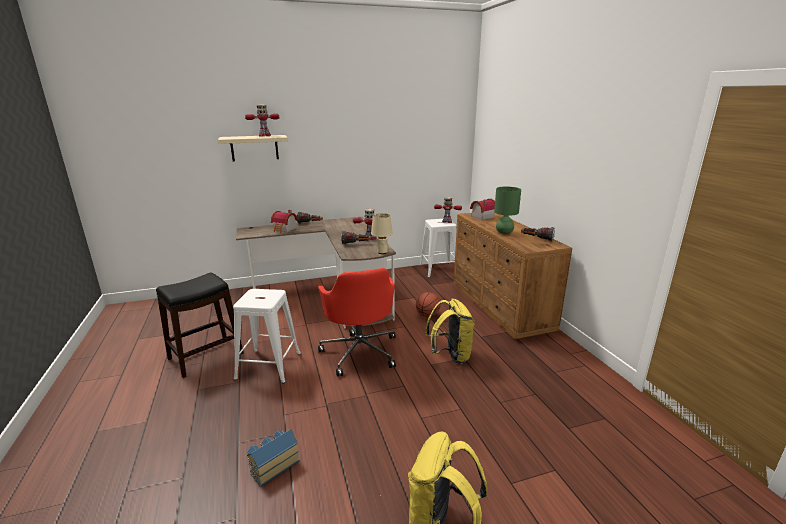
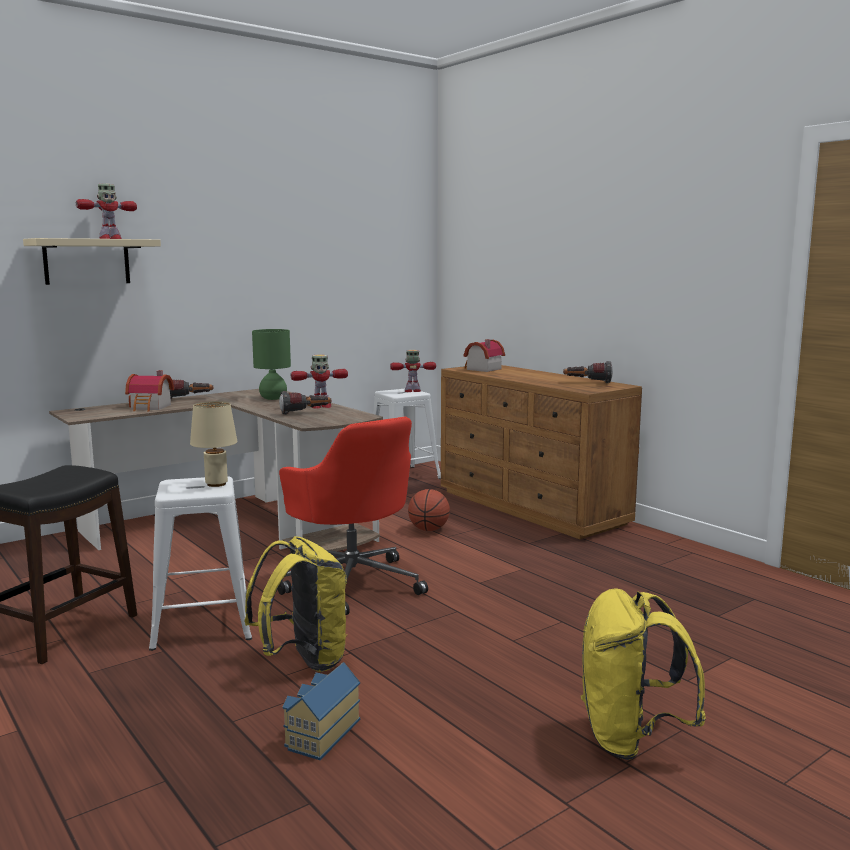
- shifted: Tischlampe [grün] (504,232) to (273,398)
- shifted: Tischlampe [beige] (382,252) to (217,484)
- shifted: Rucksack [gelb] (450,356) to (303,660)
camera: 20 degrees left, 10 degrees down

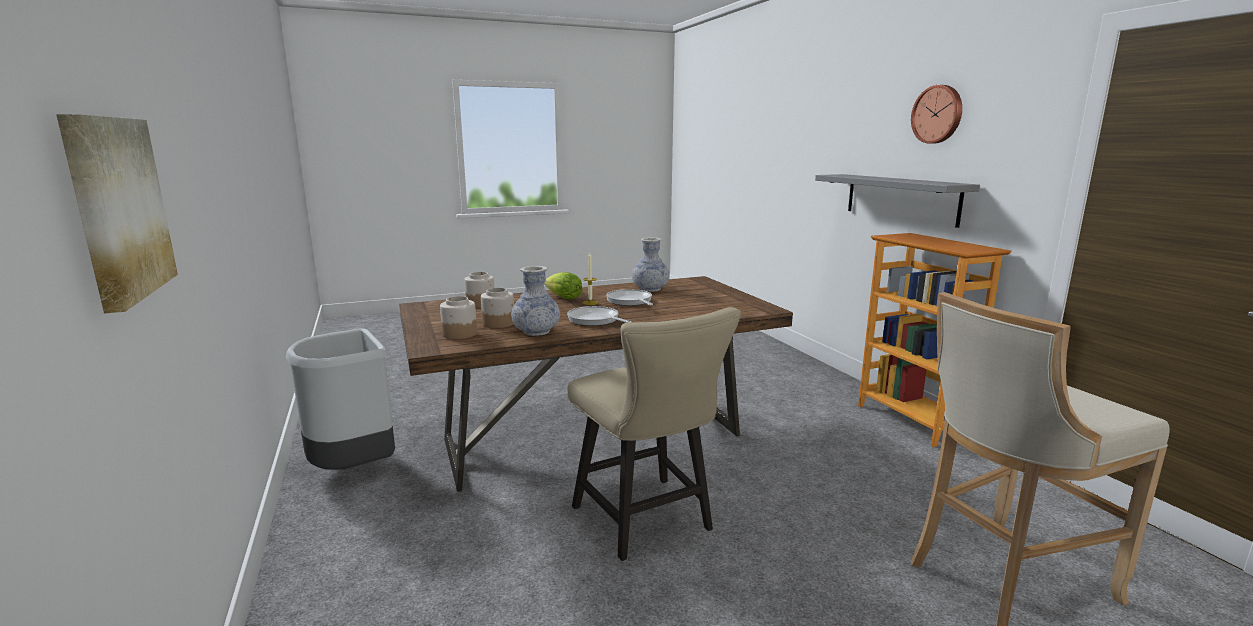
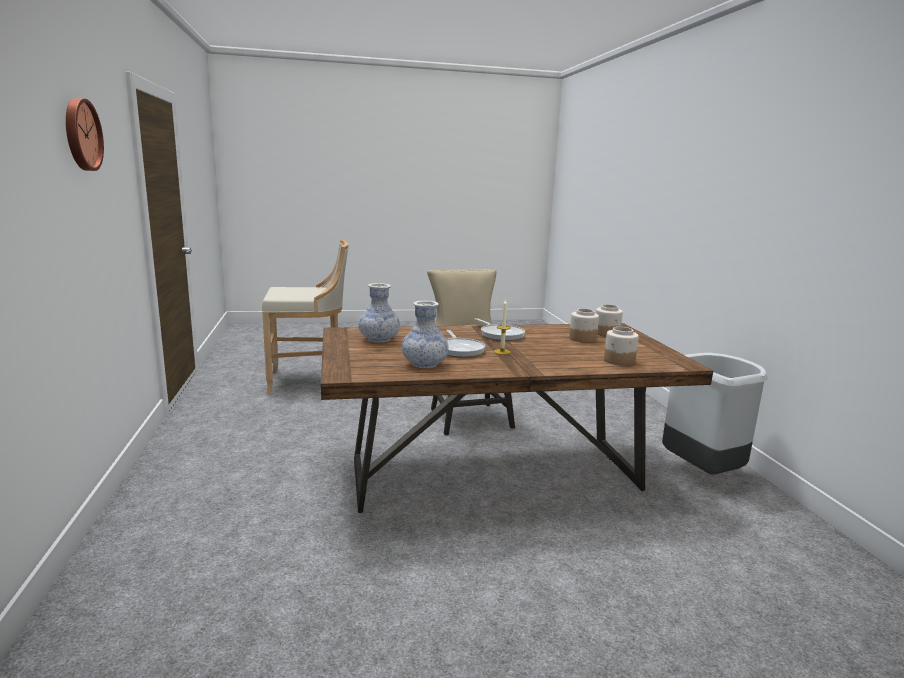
- gone: Bild (117,208)
- gone: Wandregal [grau] (900,198)
- gone: Bücherregal (912,421)
- shifted: Vase (536,332) to (379,339)
- gone: Salatkopf (564,298)
camera: 170 degrees left, 0 degrees up

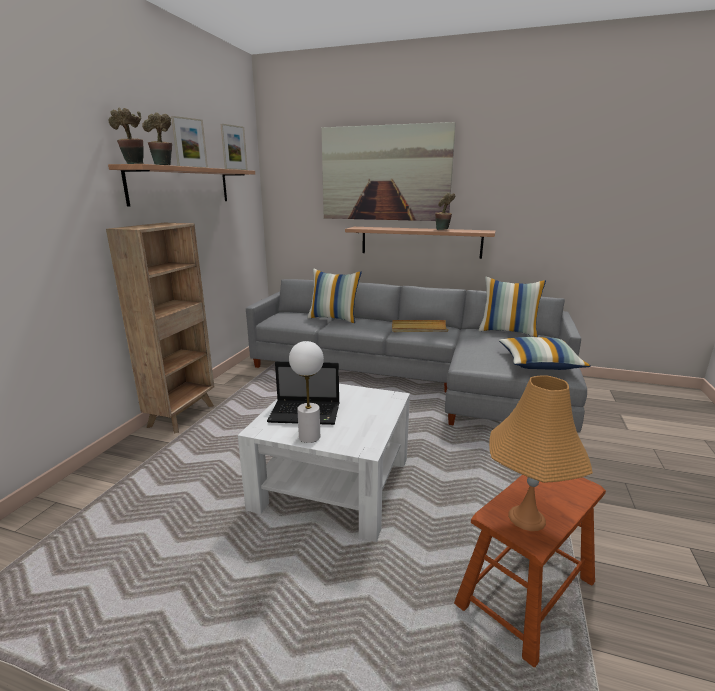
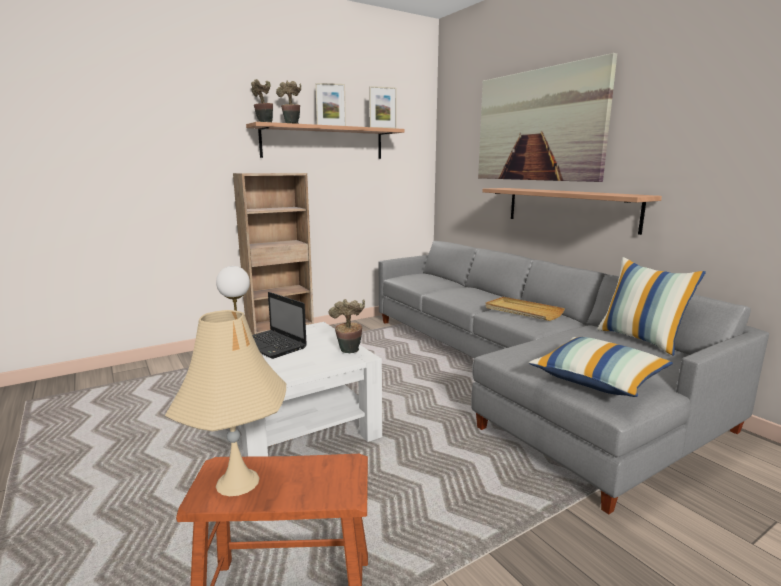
- shifted: Topfpflanze (443,230) to (349,352)
- gone: Kissen (334,318)
- repainted: Tischlampe [orange] (526,517) to Tischlampe [beige] (238,482)
camera: 40 degrees right, 5 degrees down

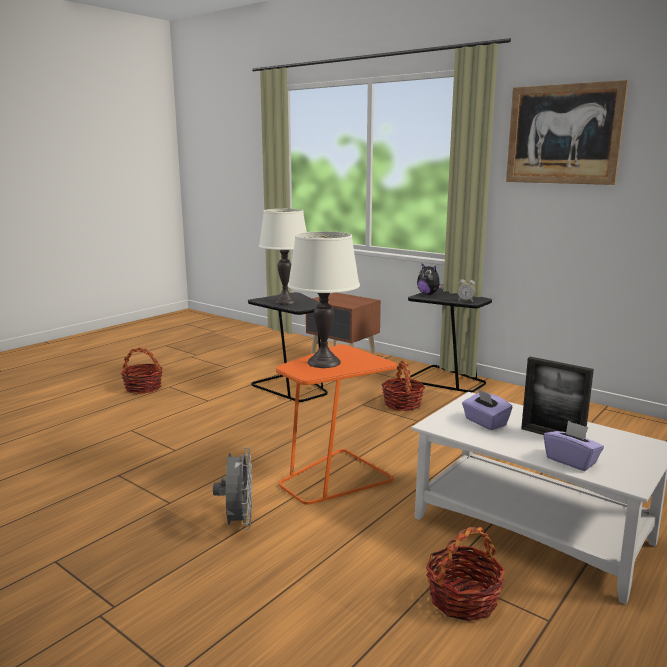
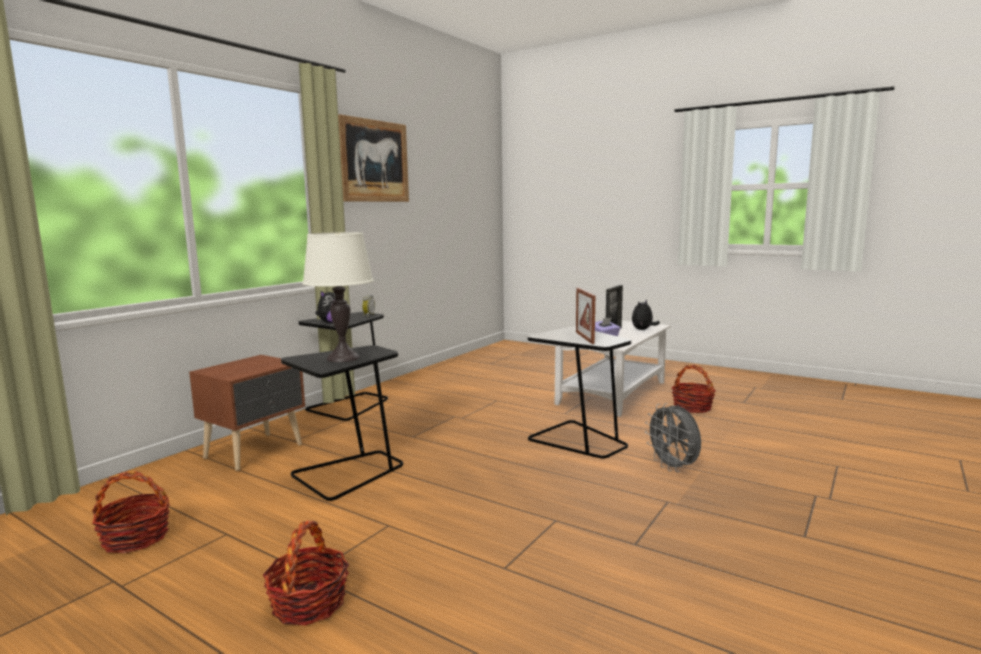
- swapped: Tischlampe [weiß] (323,362) to Bilderrahmen (584,337)
- repainted: Beistelltisch [orange] (334,478) to Beistelltisch [schwarz] (579,440)
- shifted: Korb (402,404) to (136,538)
- swapped: Taschentuchbox [lila] (571,461) to Plüschtier (643,330)
- rotated: Ventilator [grau] (238,523) = (673,467) 105 degrees counterclockwise
camera: 95 degrees left, 5 degrees down

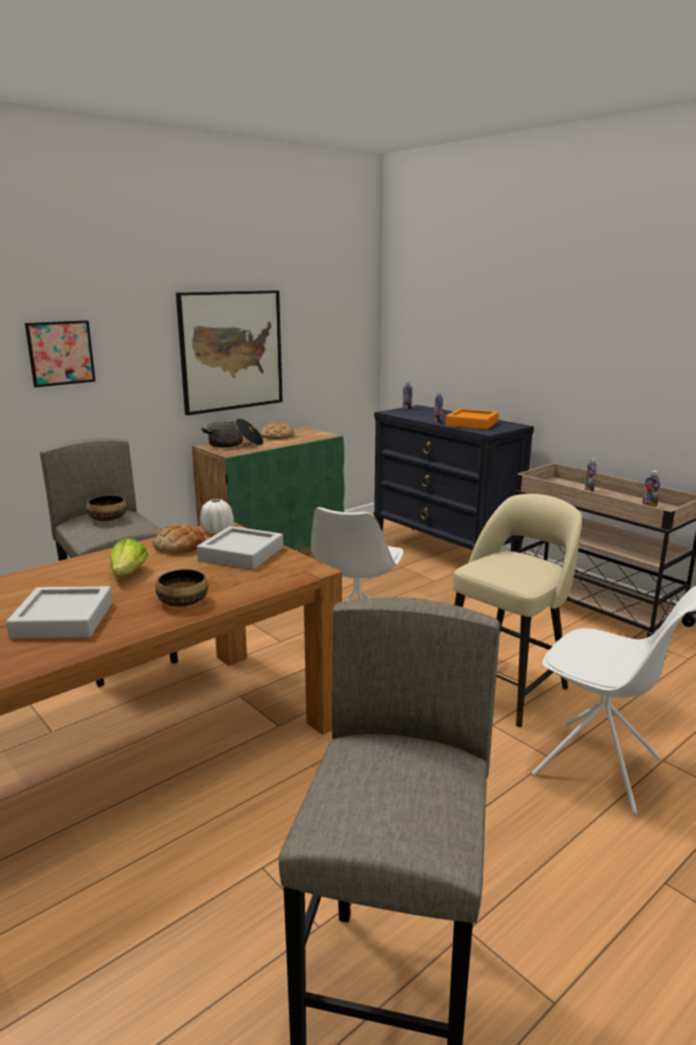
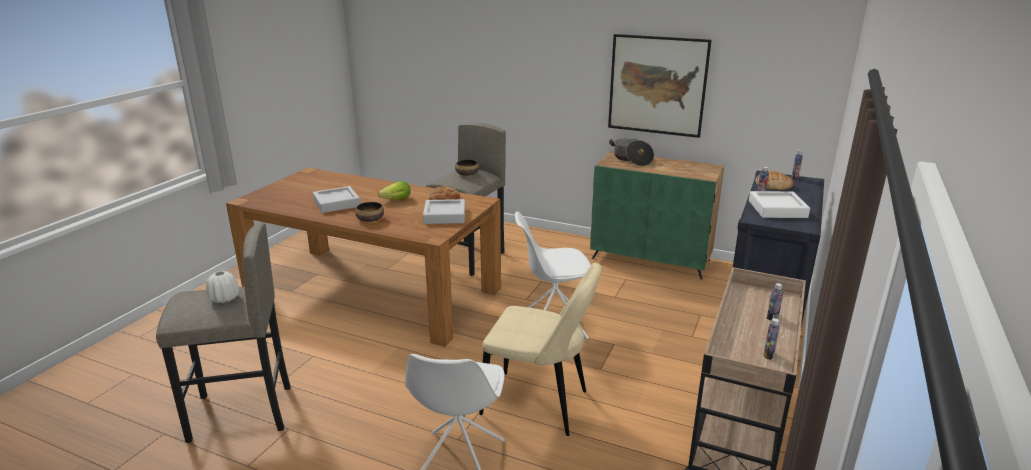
- gone: Bild (61,353)
- repainted: Tablett [orange] (472,424) to Tablett [weiß] (777,209)
- shifted: Brot (277,436) to (773,185)
- swapped: Hocker [beige] (506,687) to Stuhl [beige] (539,404)
- shifted: Vase [weiß] (217,531) to (224,298)
camera: 65 degrees right, 5 degrees up

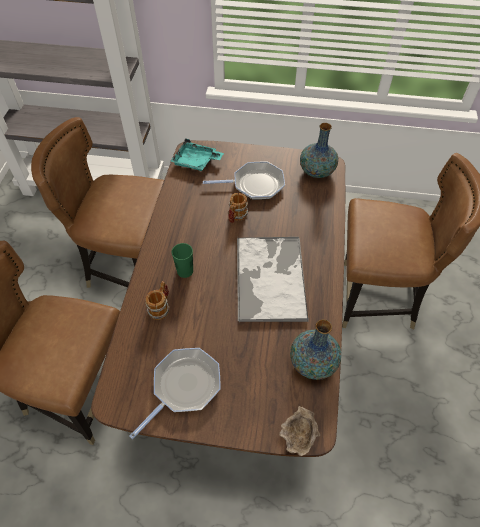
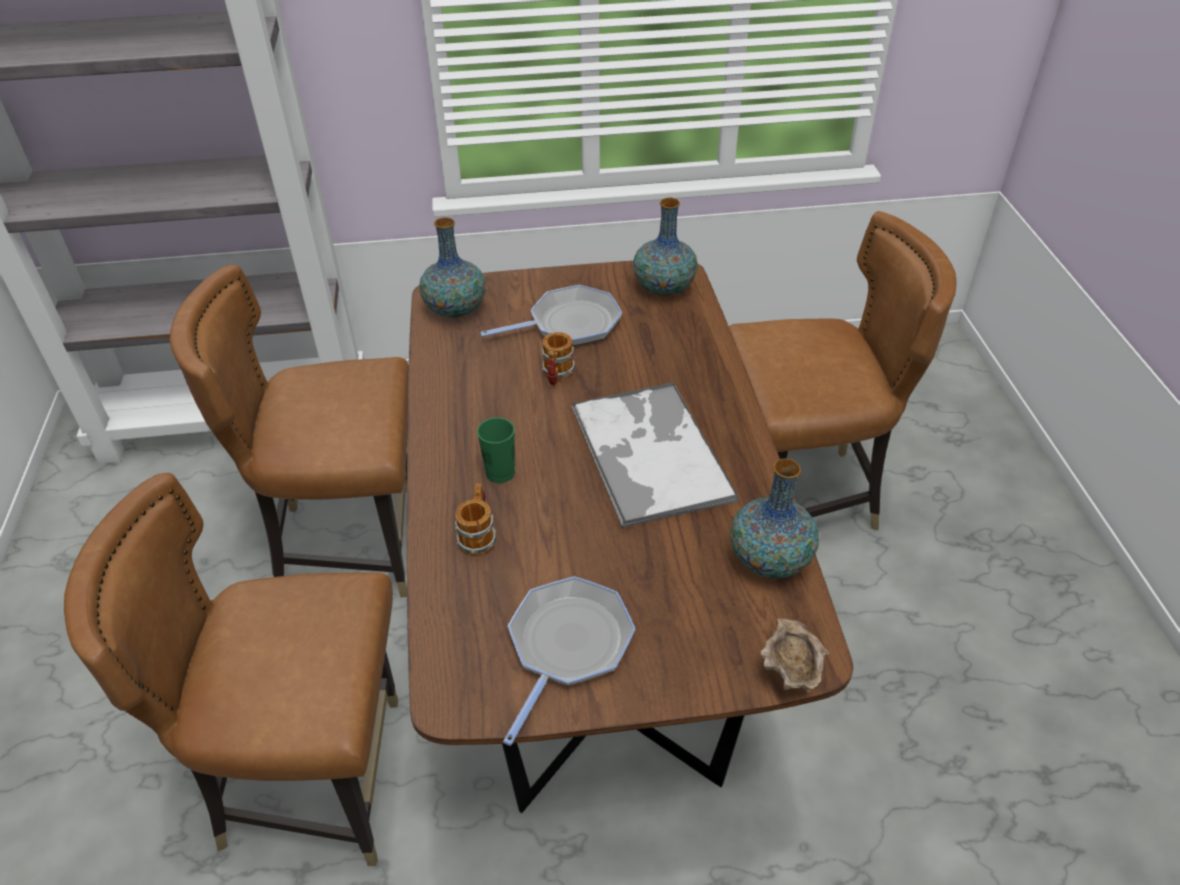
- swapped: Tablett [türkis] (196,162) to Vase (455,309)
camera: 15 degrees left, 10 degrees down

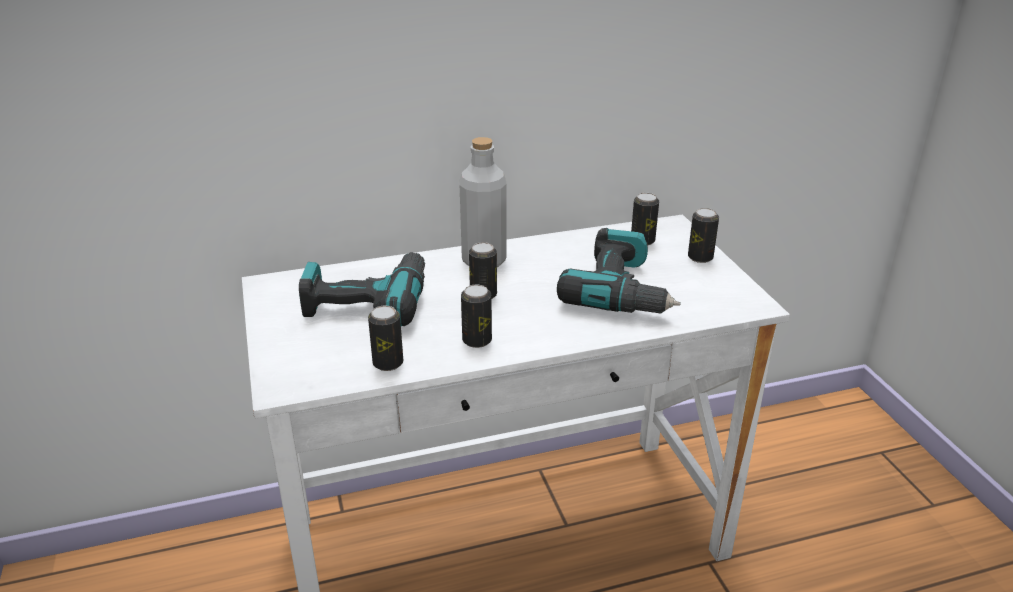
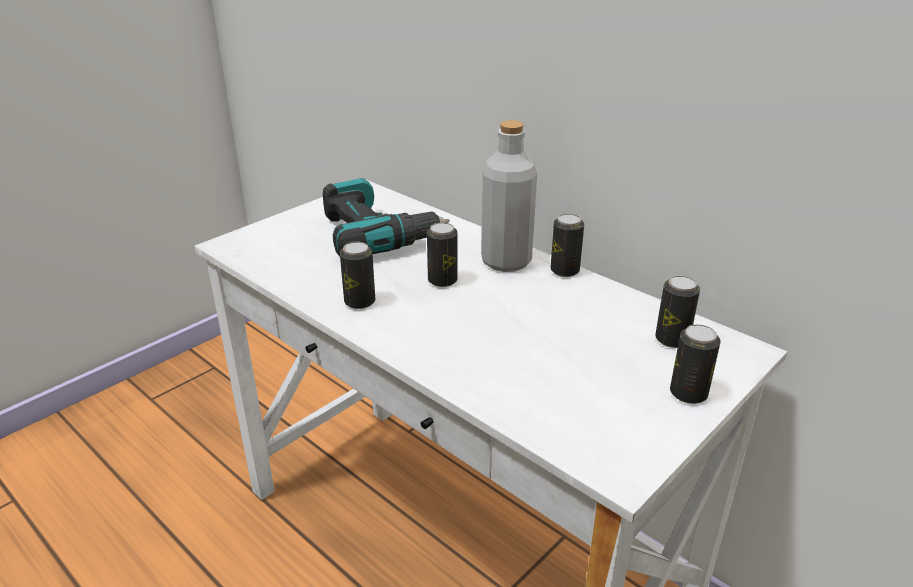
- gone: Bohrmaschine (621,291)
- shifted: Dose (388,363) to (564,271)
camera: 60 degrees right, 0 degrees up

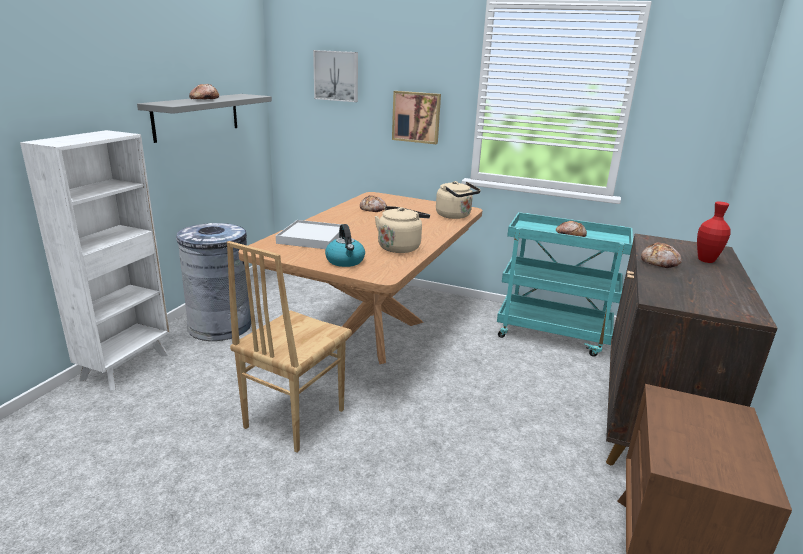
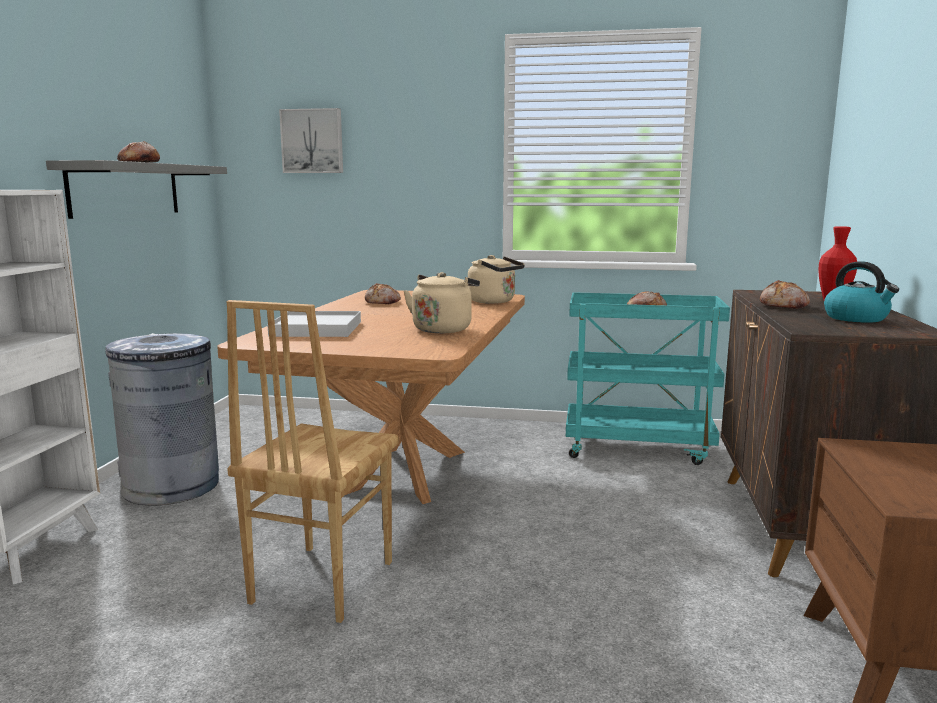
- gone: Bild (416,117)
- shifted: Wasserkessel (345,261) to (857,318)
camera: 10 degrees left, 10 degrees down

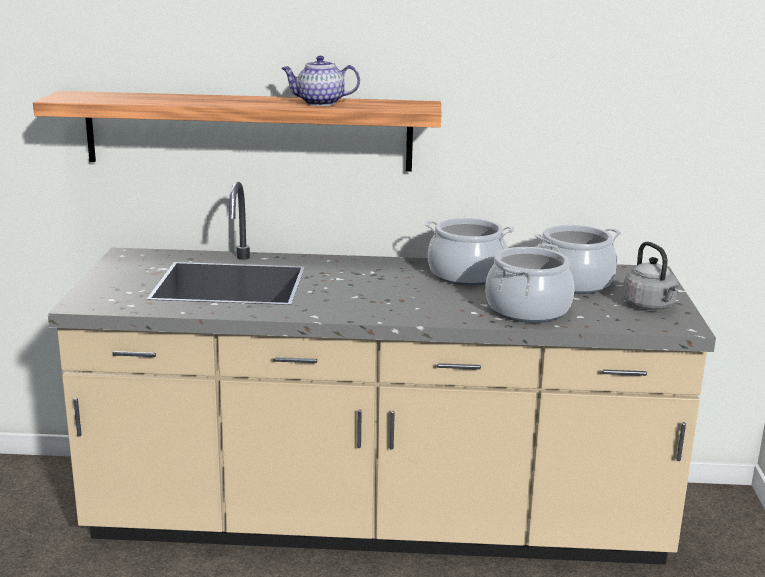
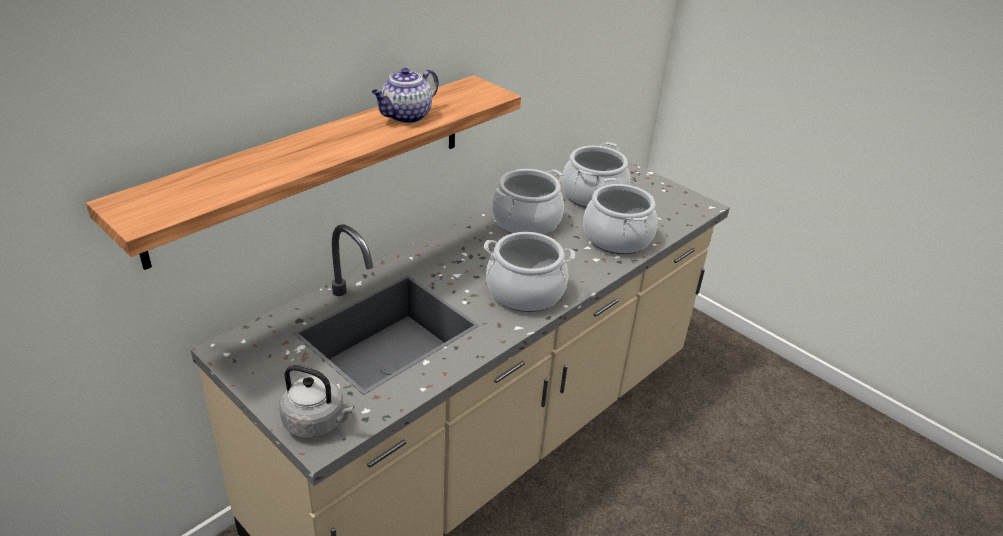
- shifted: Wasserkessel [grau] (650,306) to (317,423)
- new: Kochtopf (525,291)
camera: 50 degrees left, 15 degrees up

